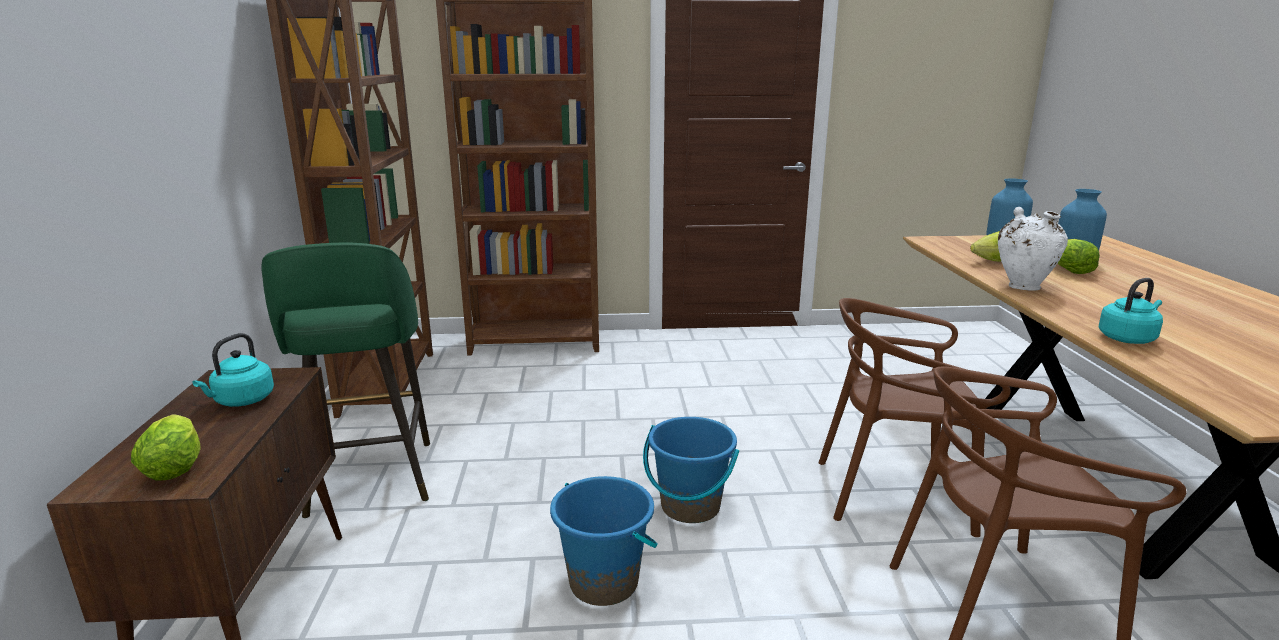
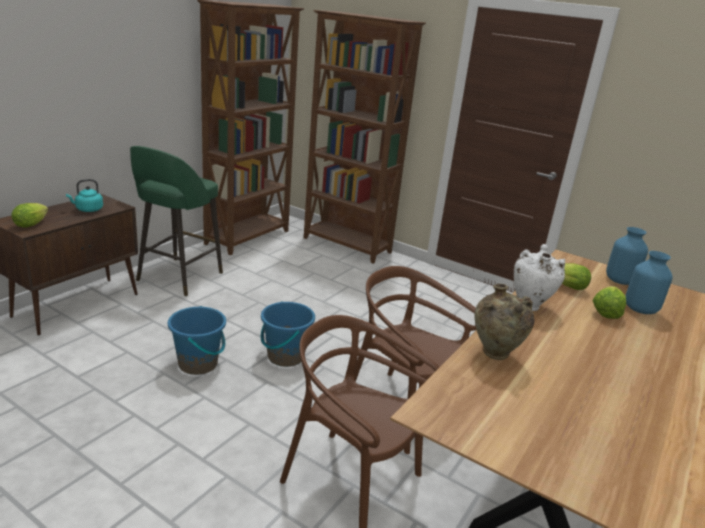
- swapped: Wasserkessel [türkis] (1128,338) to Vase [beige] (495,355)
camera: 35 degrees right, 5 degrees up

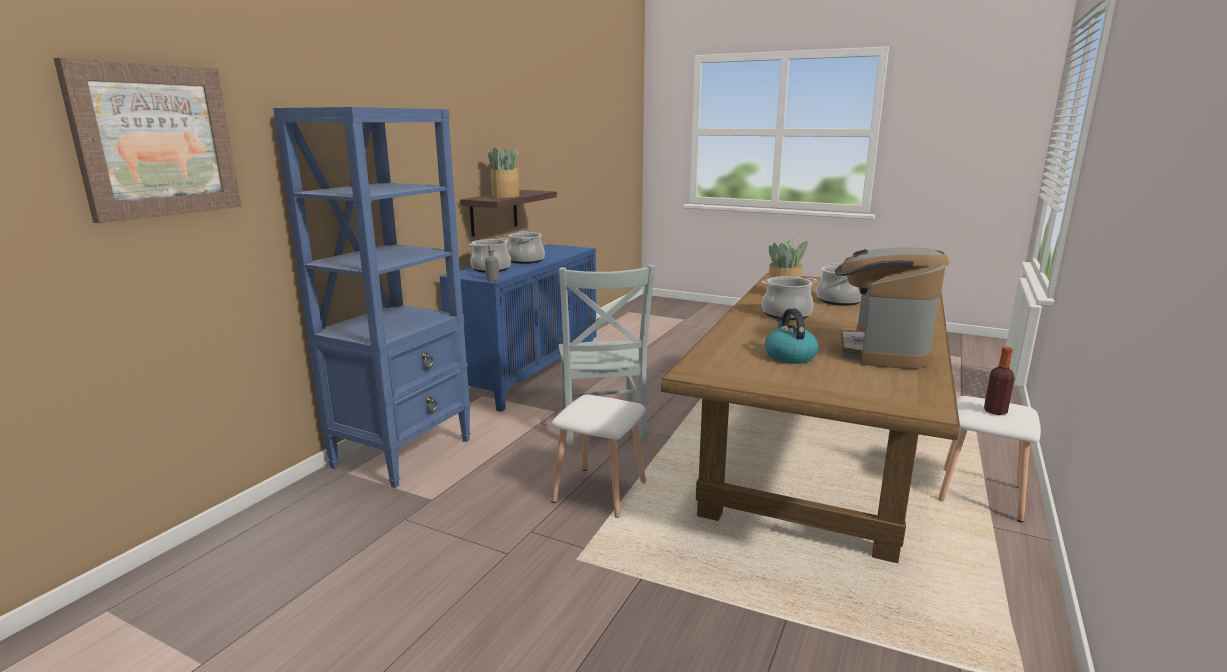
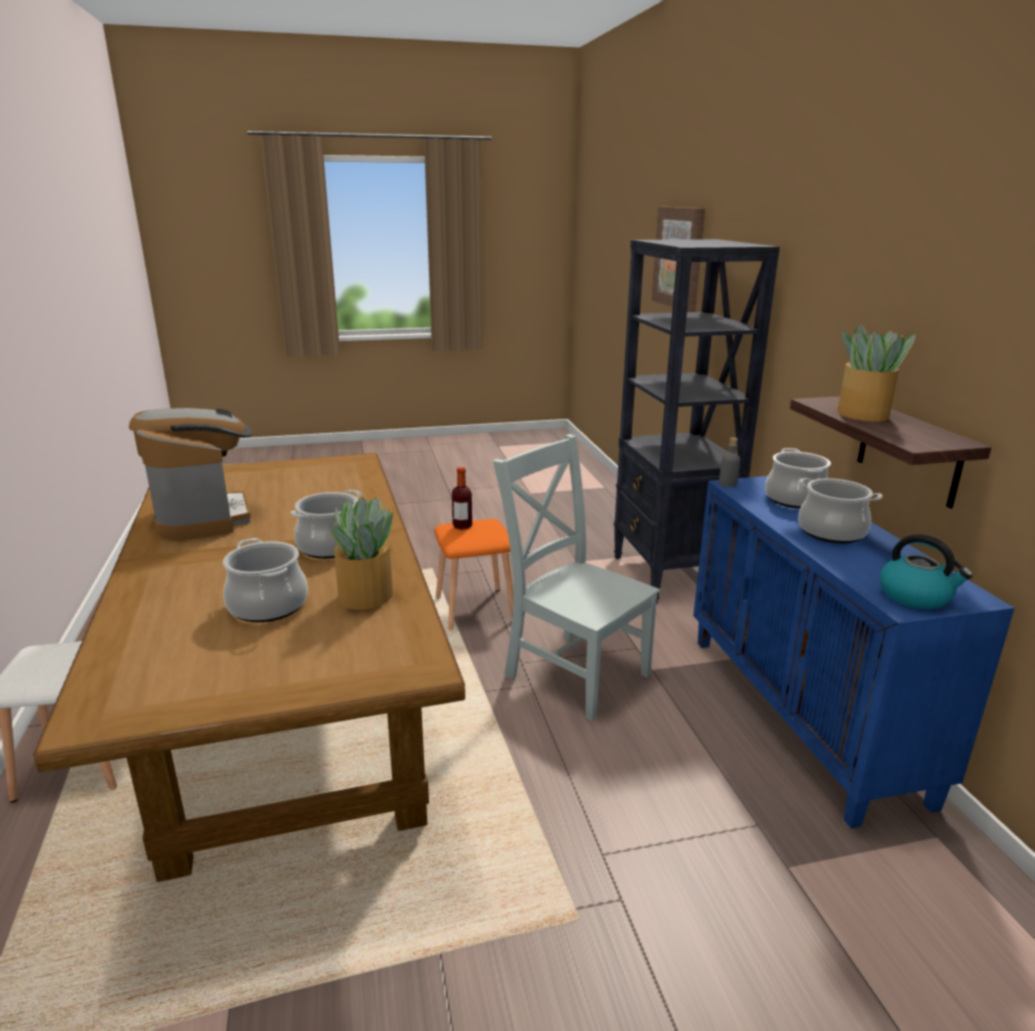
- repainted: Bücherregal [blau] (404,453) to Bücherregal [schwarz] (670,576)
- shifted: Wasserkessel (789,356) to (915,596)
- shifted: Flasche (995,411) to (462,526)
- repainted: Hocker [weiß] (599,491) to Hocker [orange] (476,609)
camera: 140 degrees right, 5 degrees up

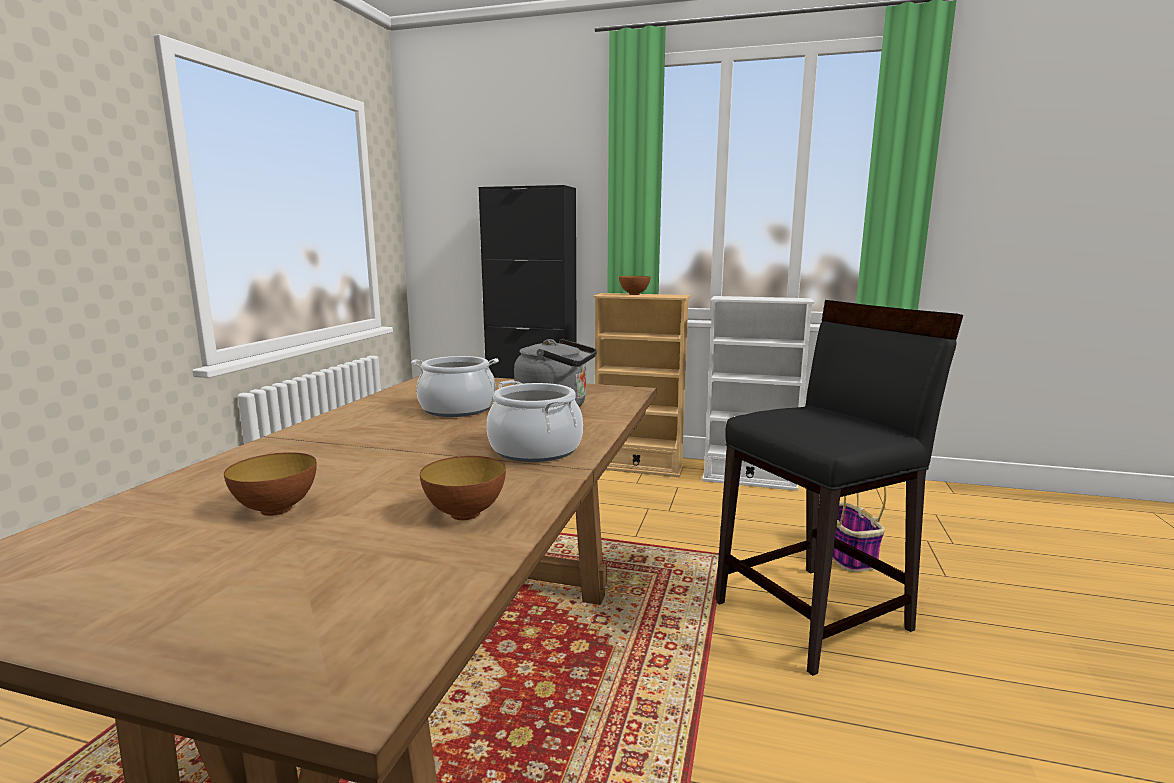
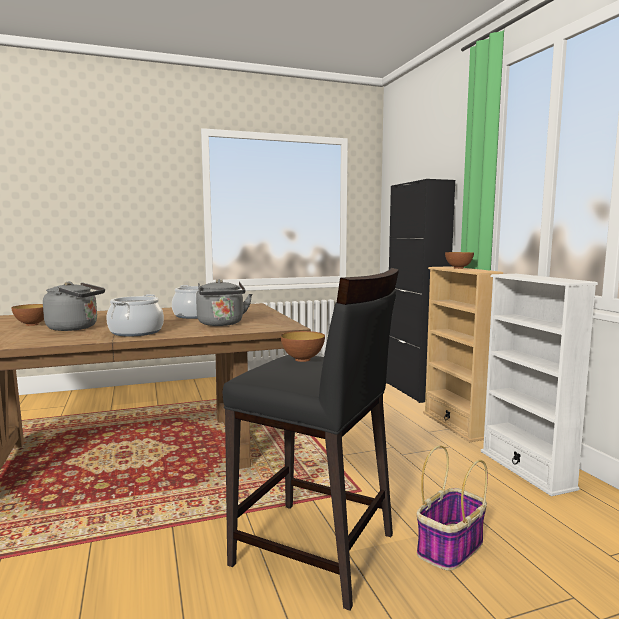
- shifted: Schüssel (465,514) to (302,359)
- new: Wasserkessel [grau] (76,328)
camera: 55 degrees right, 5 degrees down

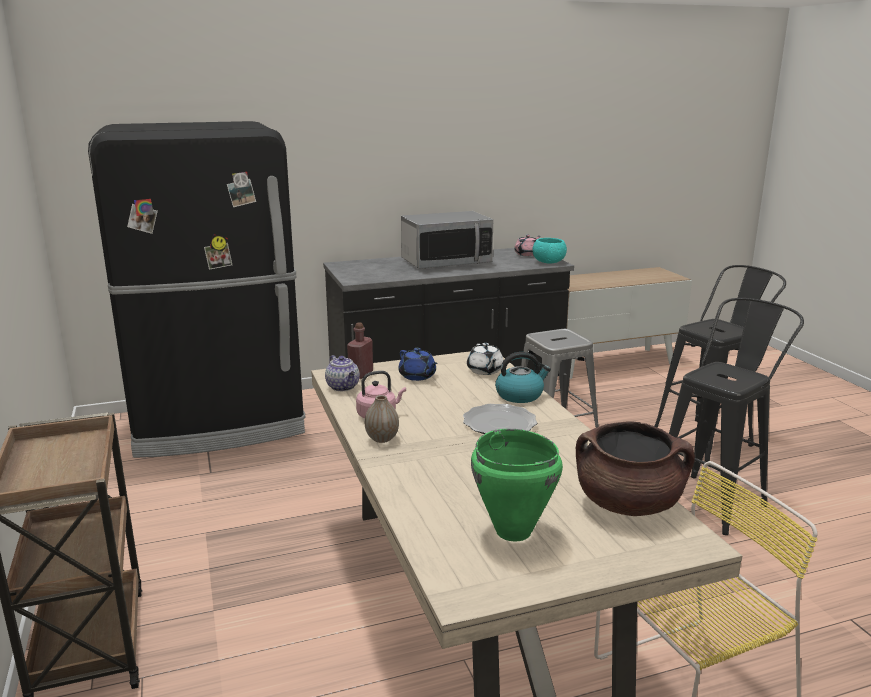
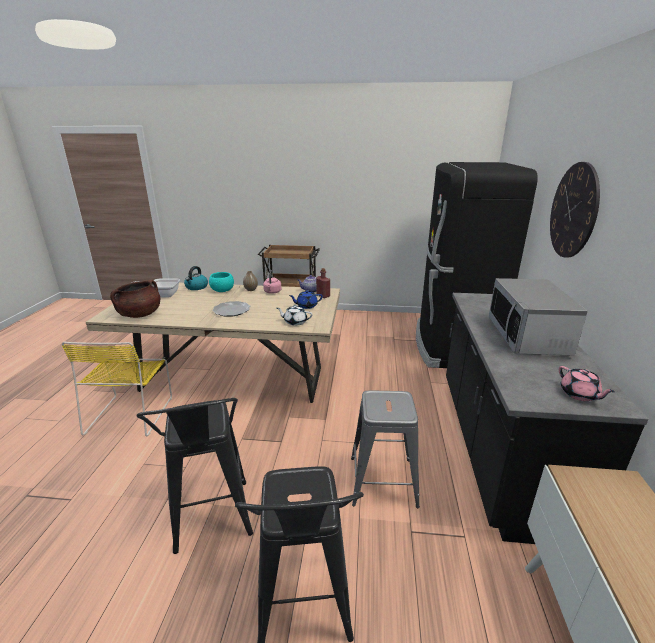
- shifted: Schüssel [türkis] (548,262) to (222,290)
- shifted: Wasserkessel (520,395) to (196,287)
- swapped: Kochtopf [grün] (513,532) to Pfanne (162,295)
- new: Wanduhr (573,211)
camera: 115 degrees right, 5 degrees up

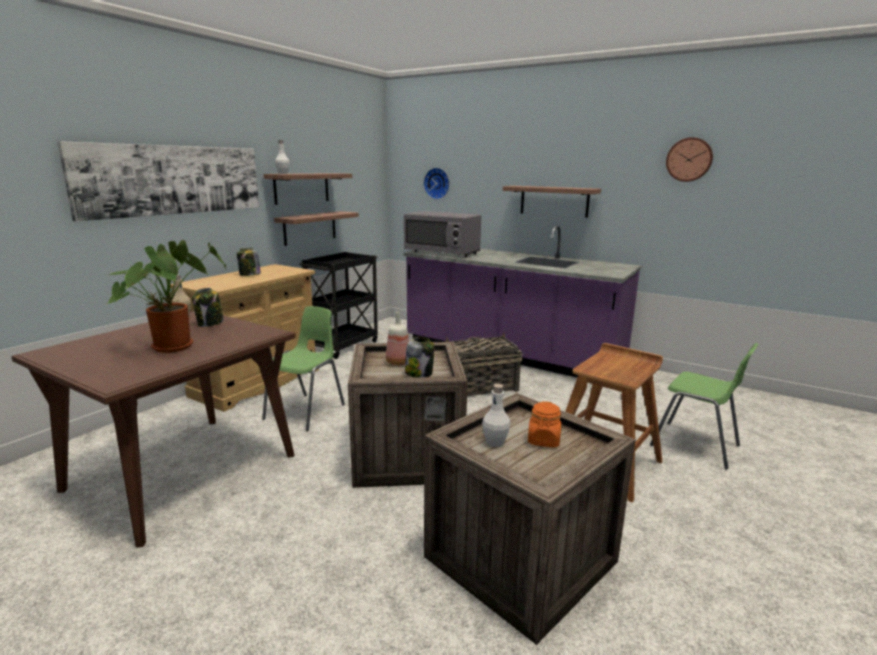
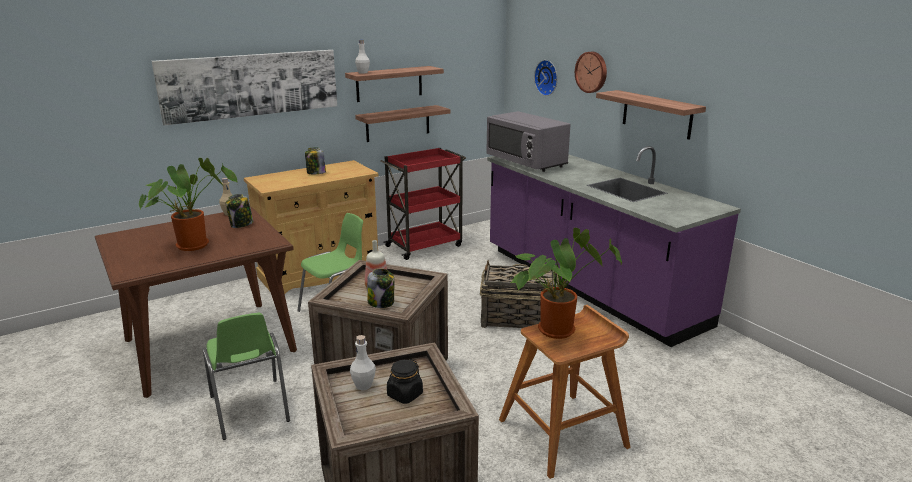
- shifted: Wanduhr (689,159) to (592,72)
- repainted: Rollwagen [schwarz] (343,345) to Rollwagen [rot] (425,245)
- shifted: Stuhl [grün] (696,445) to (250,409)
- repainted: Vorratsglas [orange] (543,440) to Vorratsglas [schwarz] (404,395)
- new: Topfpflanze (558,328)
camera: 25 degrees right, 5 degrees up

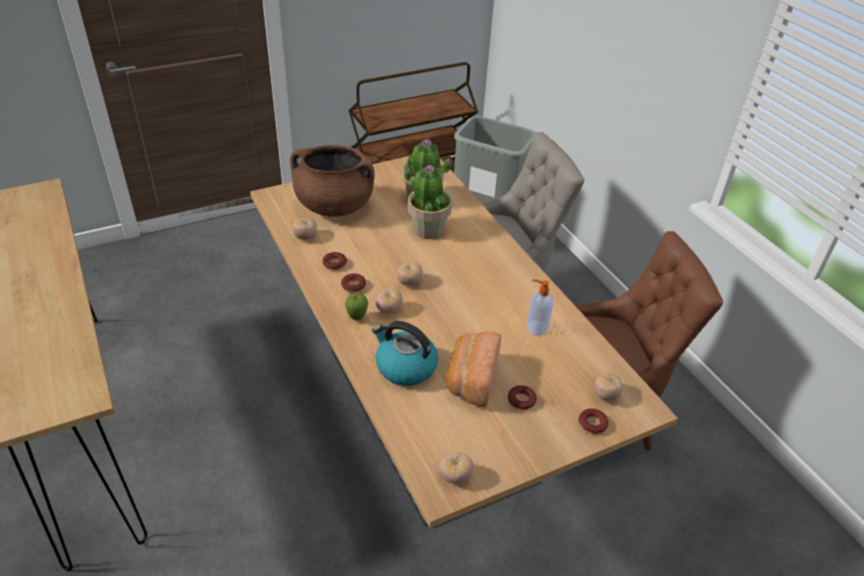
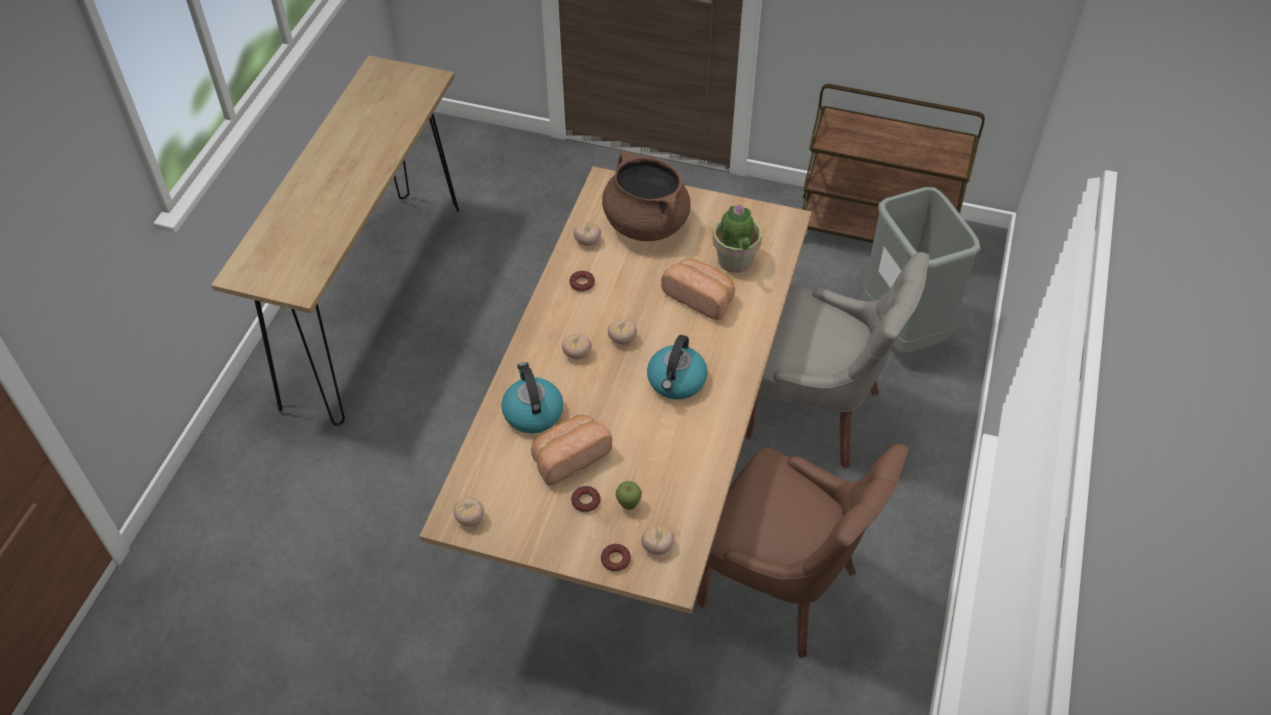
- swapped: Topfpflanze (428,229) to Brot (700,297)
- gone: Donut (353,286)
- gone: Seifenspender (536,327)
- shifted: Apfel (357,318) to (628,505)
- new: Wasserkessel (676,381)
camera: 45 degrees right, 10 degrees up

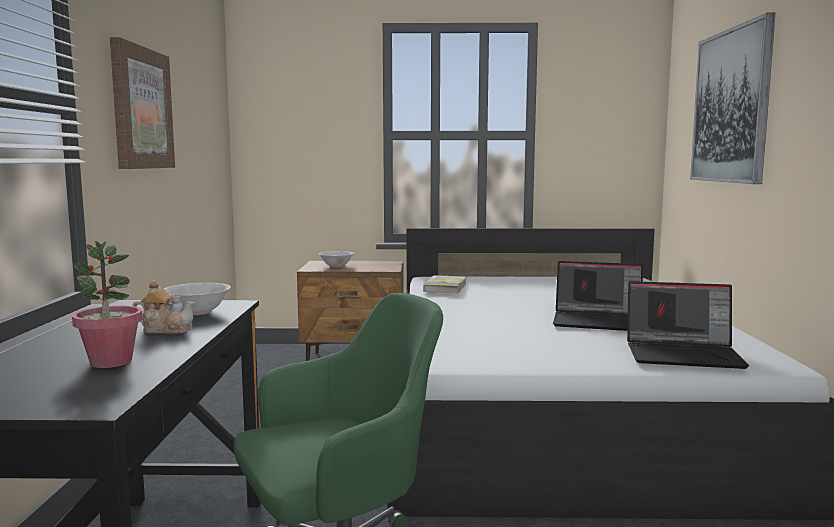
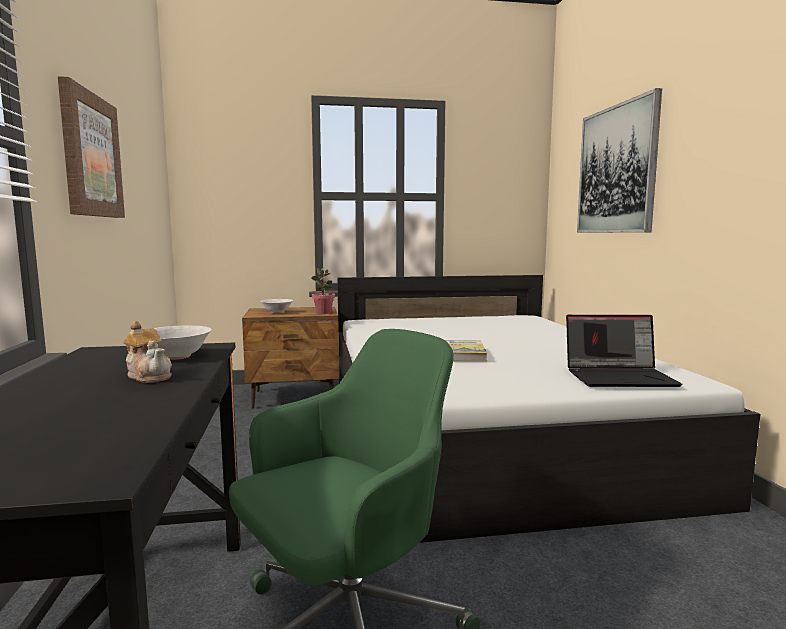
- shifted: Topfpflanze (111,362) to (323,312)
- gone: Laptop (599,321)
- shifted: Buch (445,287) to (464,354)
- rotated: Teekanne (166,329) = (149,376) 45 degrees clockwise
camera: 10 degrees left, 0 degrees up

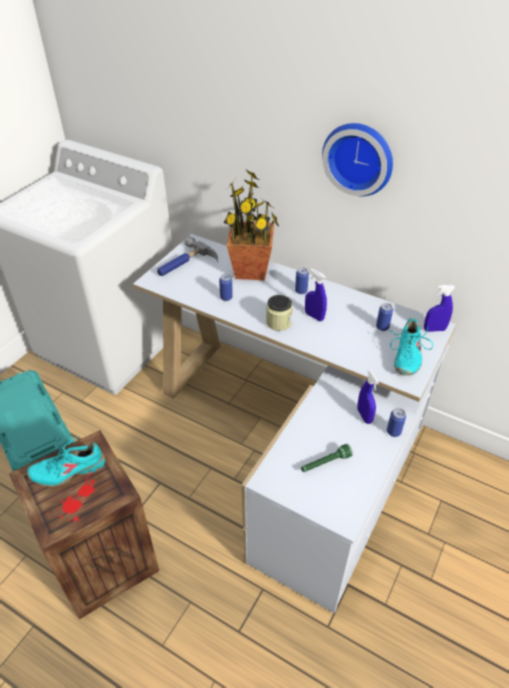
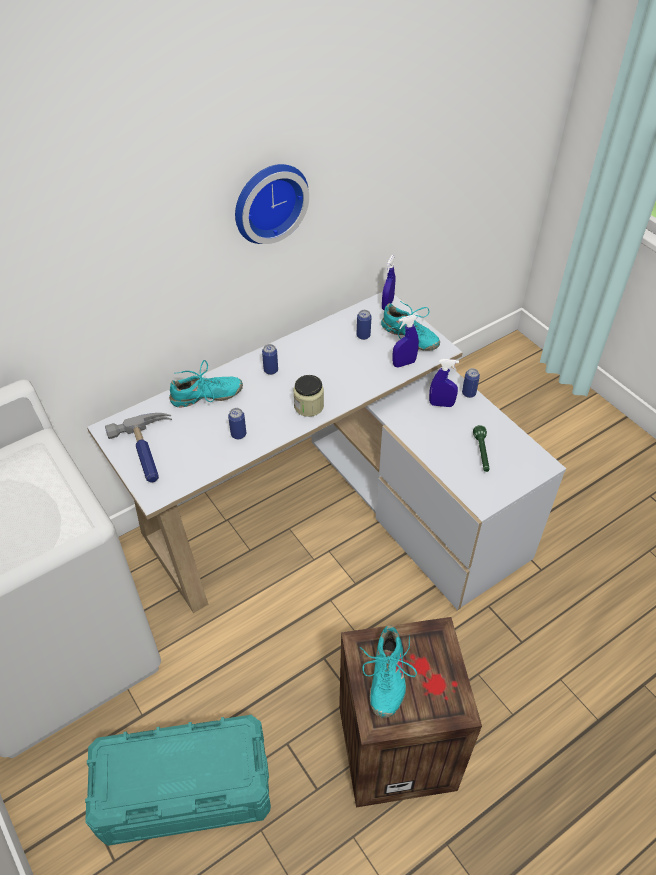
- swapped: Topfpflanze (251,270) to Schuh [türkis] (206,396)
- shifted: Sprühflasche [blau] (314,316) to (404,363)
camera: 65 degrees left, 5 degrees up

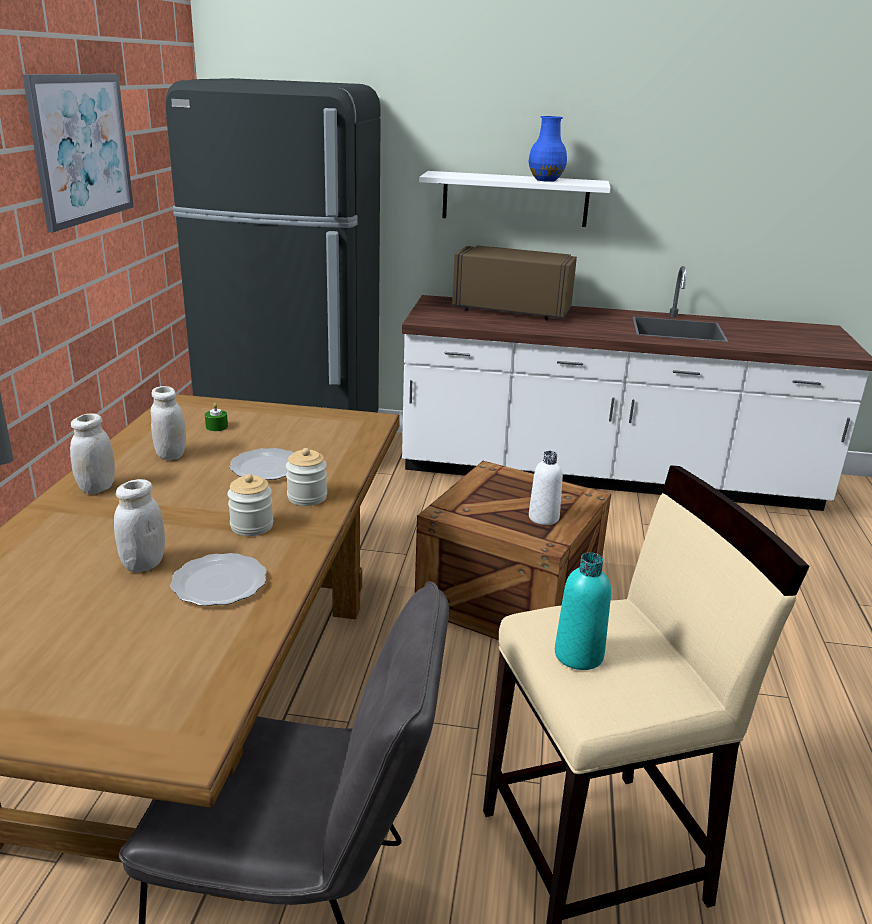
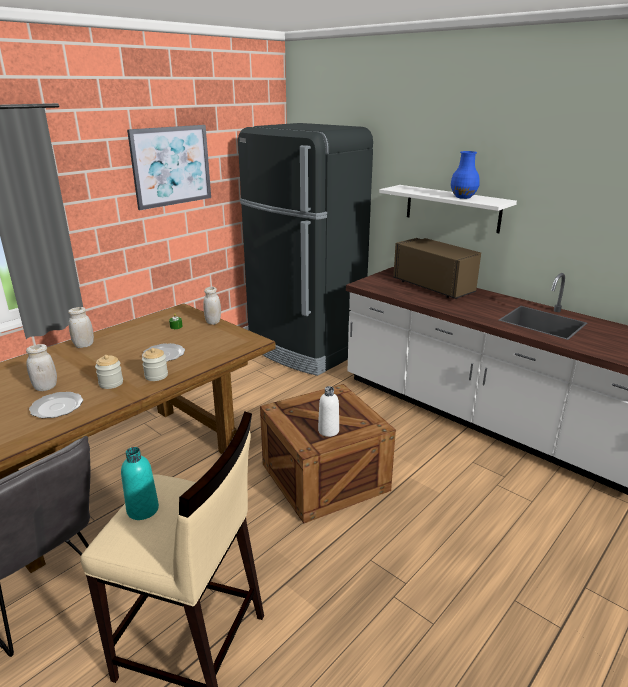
- shifted: Vorratsglas [weiß] (171,455) to (213,322)
camera: 35 degrees right, 0 degrees up

